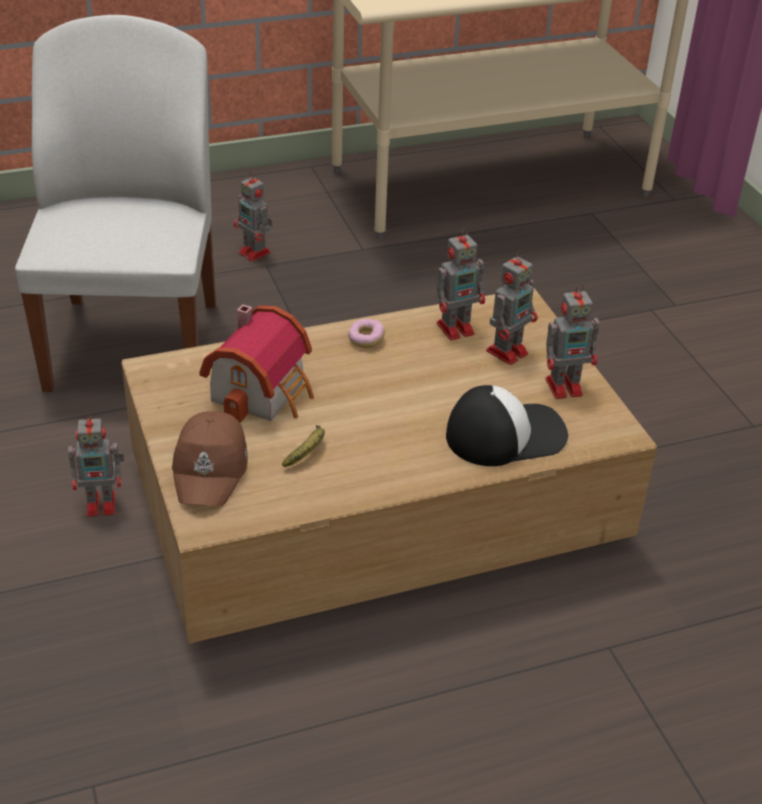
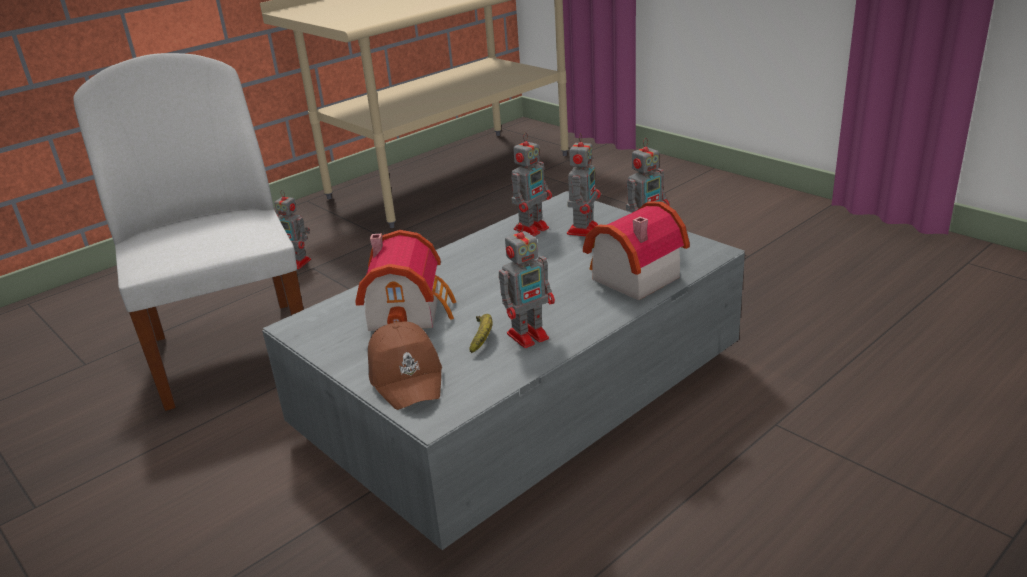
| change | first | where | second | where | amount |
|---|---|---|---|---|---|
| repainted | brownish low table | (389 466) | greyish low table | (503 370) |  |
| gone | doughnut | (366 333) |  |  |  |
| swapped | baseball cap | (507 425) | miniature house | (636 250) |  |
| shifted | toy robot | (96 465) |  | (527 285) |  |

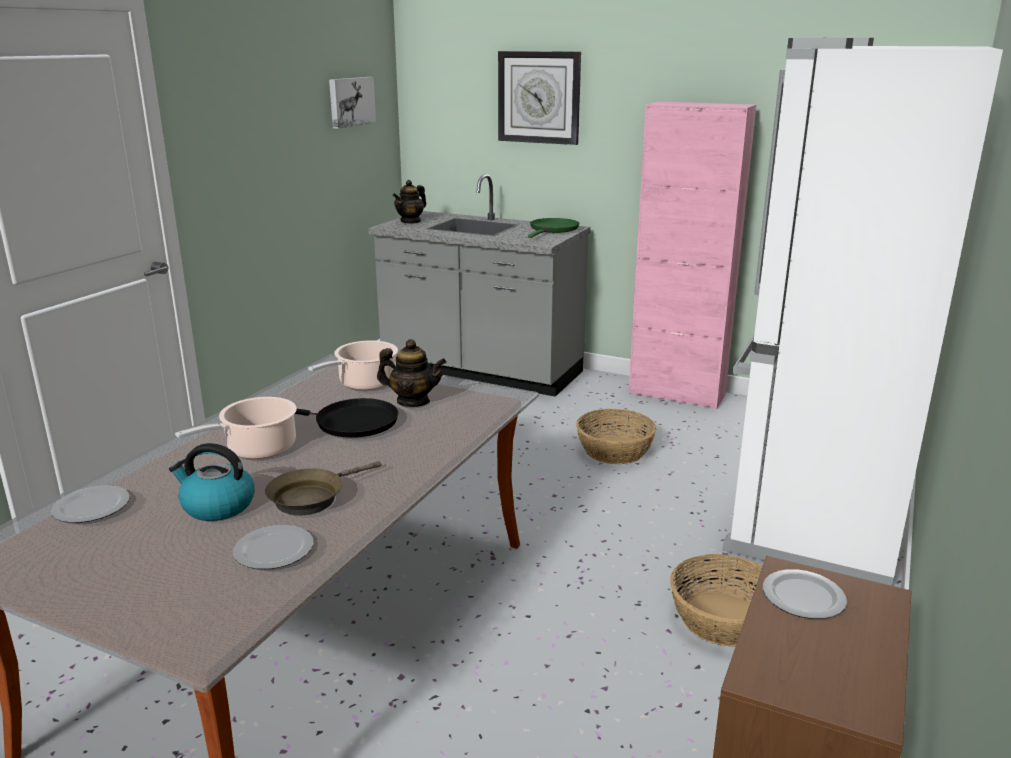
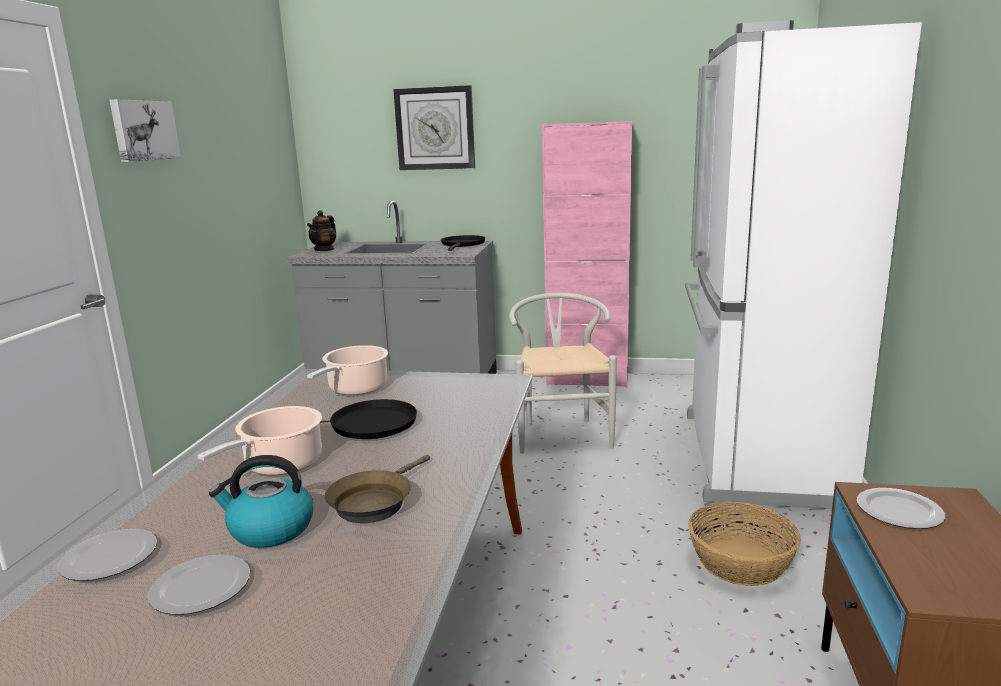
| change | first | where | second | where | amount |
|---|---|---|---|---|---|
| shifted | picture | (352 103) |  | (145 130) |  |
| repainted | greenish frying pan | (554 228) | black-coloured frying pan | (463 243) |  |
| gone | teapot | (411 373) |  |  |  |
| swapped | basket | (616 436) | white chair | (563 373) |  |
| shifted | plate | (273 547) |  | (199 585) |  |

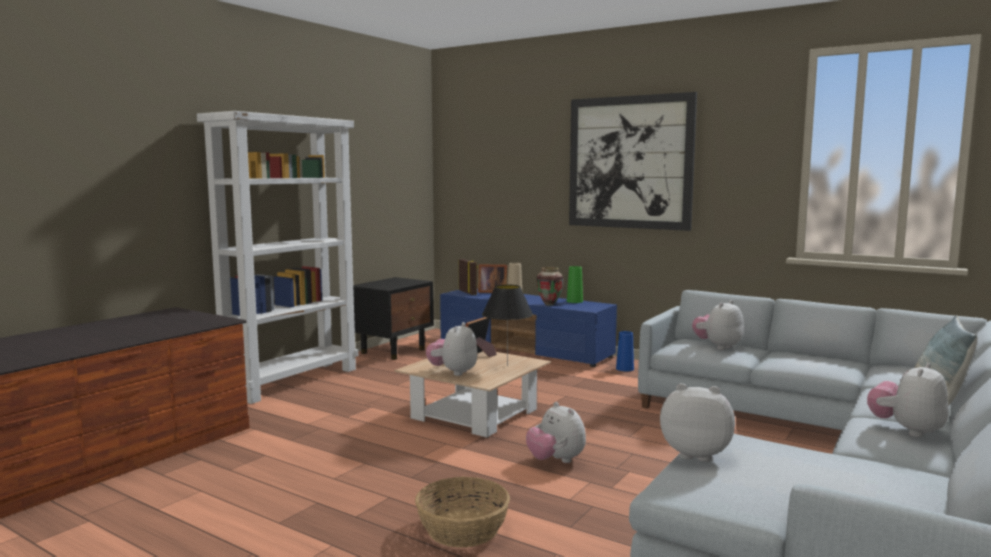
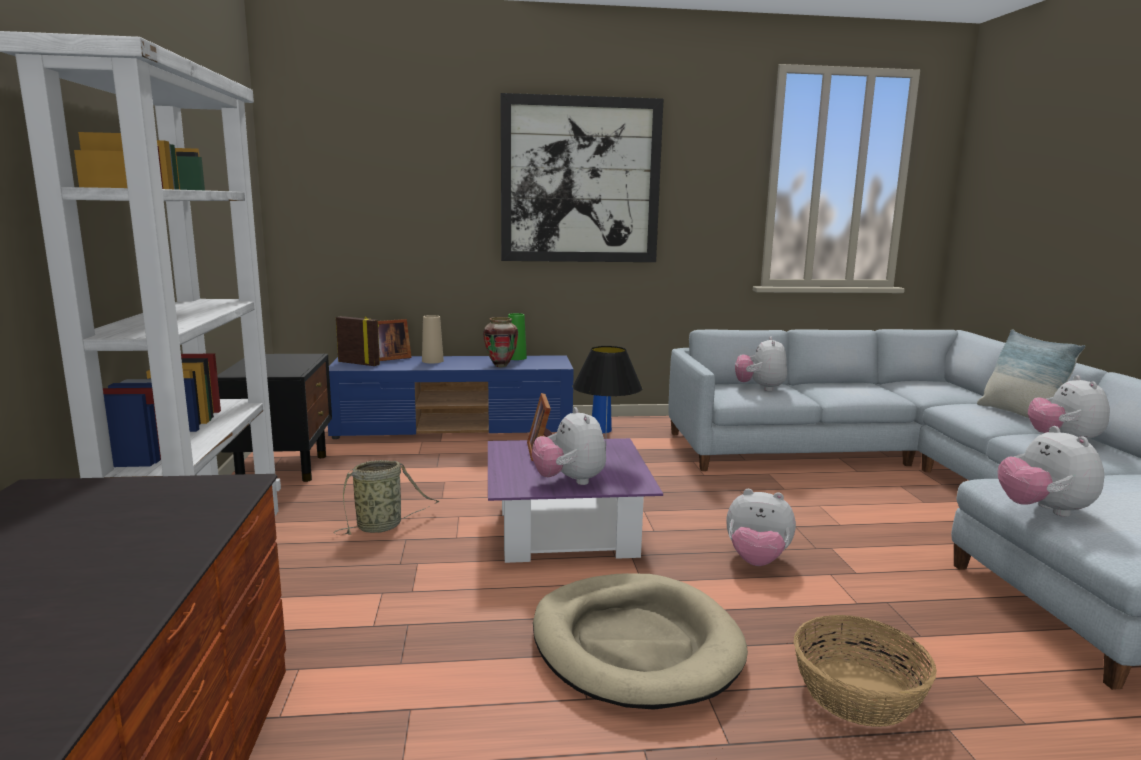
| change | first | where | second | where | amount |
|---|---|---|---|---|---|
| repainted | sand-coloured low table | (472 394) | purple low table | (575 500) |  |
| rotated | plush toy | (697 422) |  | (1051 471) | 75 degrees counterclockwise |
| new |  |  | basket | (386 497) |  |
| new |  |  | sand-coloured pet bed | (640 641) |  |

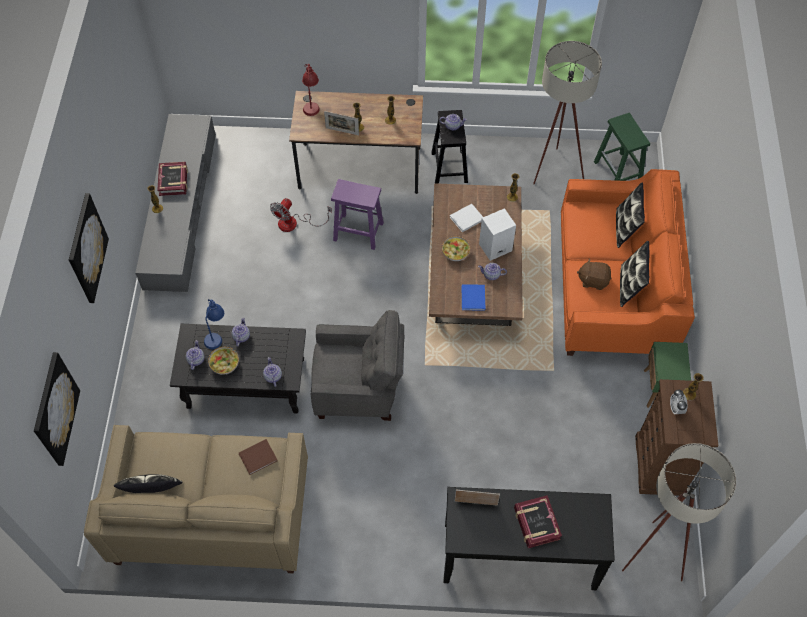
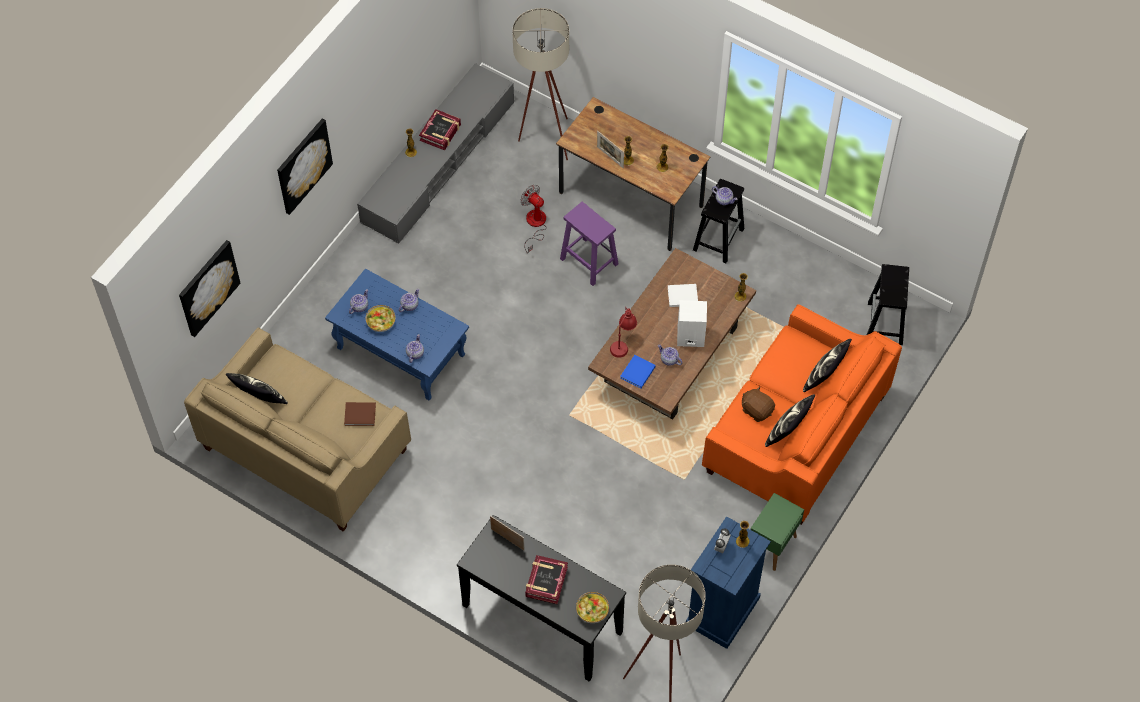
| change | first | where | second | where | amount |
|---|---|---|---|---|---|
| shifted | sand-coloured standing lamp | (567 112) |  | (540 84) |  |
| shifted | red lamp for a table | (311 90) |  | (623 333) |  |
| repainted | greenish stool seat | (622 147) | black-coloured stool seat | (888 304) |  |
| rotated | electric fan | (301 215) |  | (533 219) | 75 degrees clockwise |
| shifted | bowl | (456 248) |  | (592 607) |  |
| gone | bluish lamp for a table | (214 324) |  |  |  |
| gone | greyish armchair | (357 365) |  |  |  |
| repainted | black-coloured low table | (238 368) | bluish low table | (397 334) |  |
| repainted | brownish drawer chest | (676 437) | bluish drawer chest | (728 582) |  |

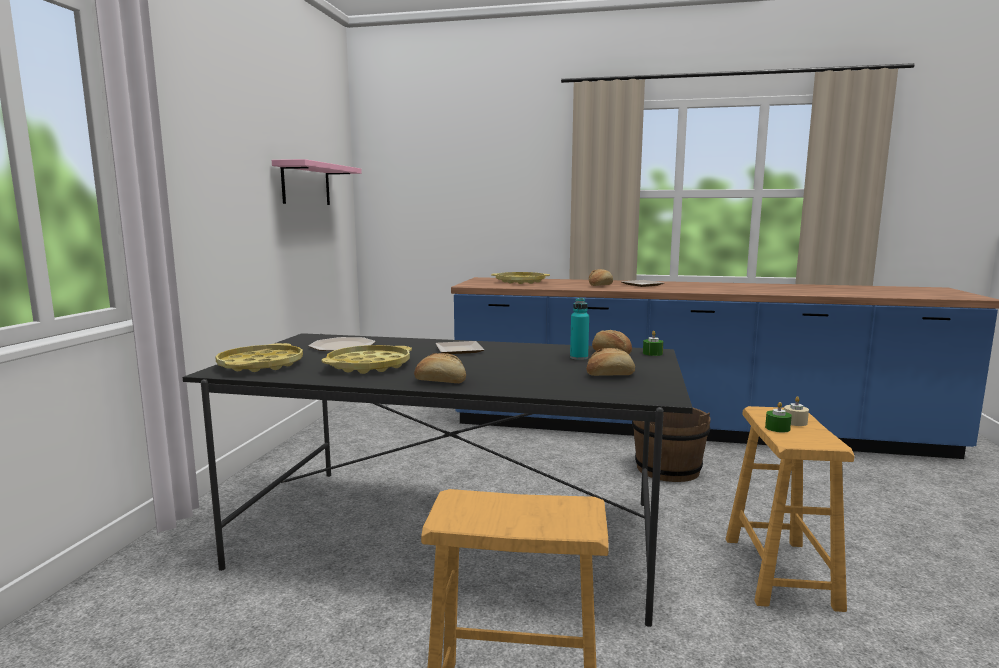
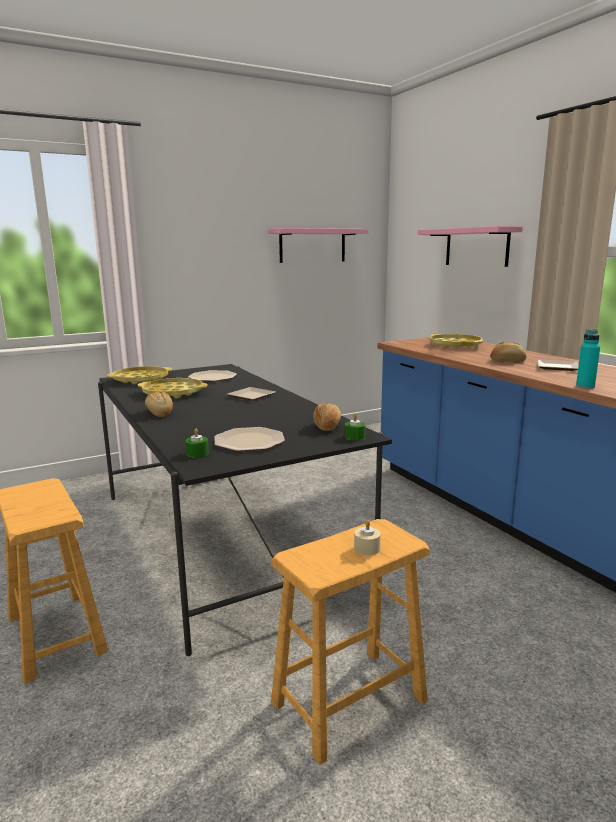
| change | first | where | second | where | amount |
|---|---|---|---|---|---|
| shifted | turquoise-coloured beverage bottle | (579 329) |  | (588 359) |  |
| swapped | bread | (610 362) | plate | (250 439) |  |
| shifted | greenish wax light | (778 417) |  | (197 443) |  |
| gone | brownish water bucket | (671 445) |  |  |  |
| new |  |  | pink shelf | (470 246) |  |

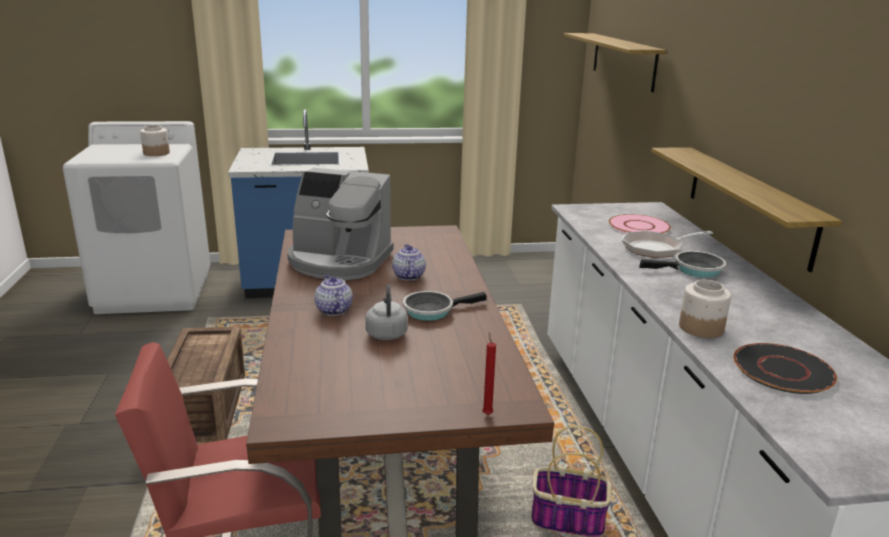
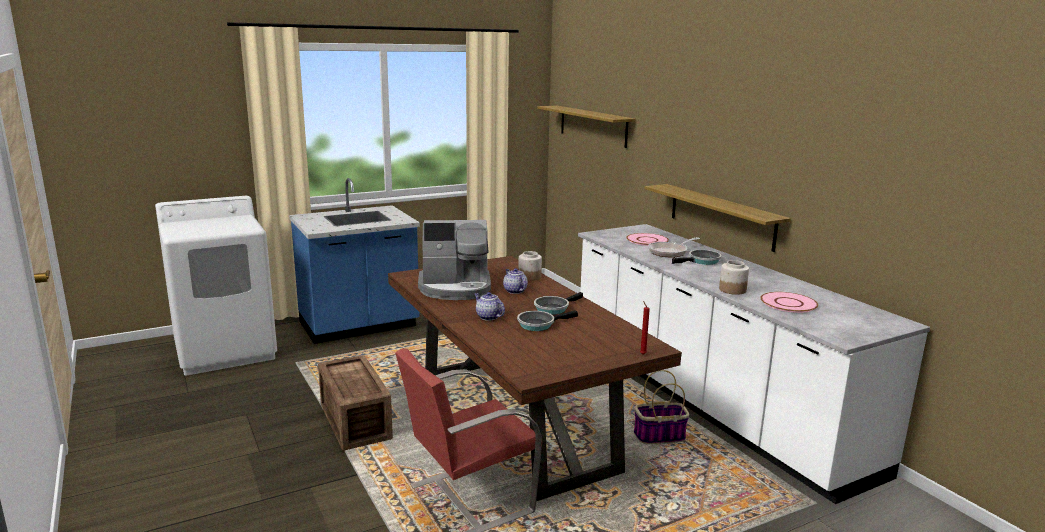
| change | first | where | second | where | amount |
|---|---|---|---|---|---|
| shifted | preserve jar | (155 140) |  | (530 266) |  |
| swapped | greyish kettle | (386 312) | frying pan | (547 320) |  |
| repainted | black-coloured plate | (785 368) | pink plate | (789 302) |  |

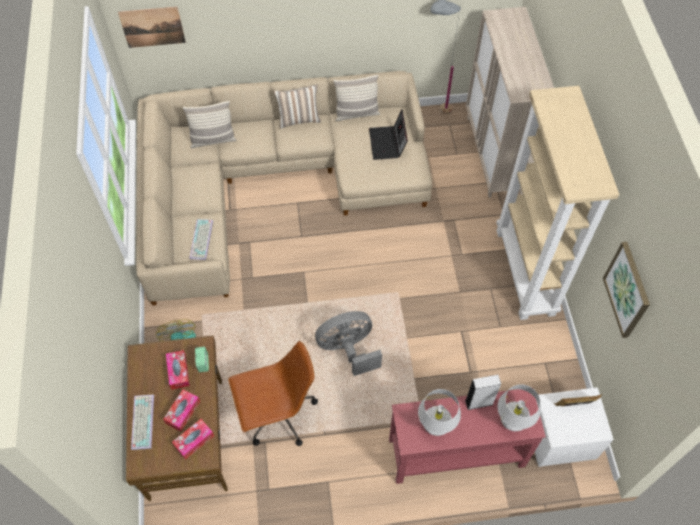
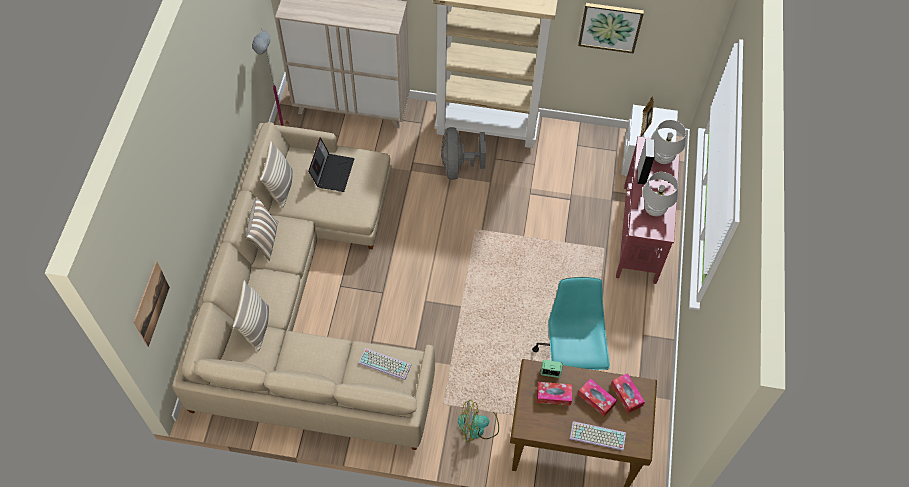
| change | first | where | second | where | amount |
|---|---|---|---|---|---|
| rotated | portable computer | (388 134) |  | (331 164) | 90 degrees counterclockwise |
| shifted | greyish electric fan | (348 343) |  | (463 153) |  |
| repainted | brownish desk chair | (273 393) | turquoise-coloured desk chair | (571 323) |  |

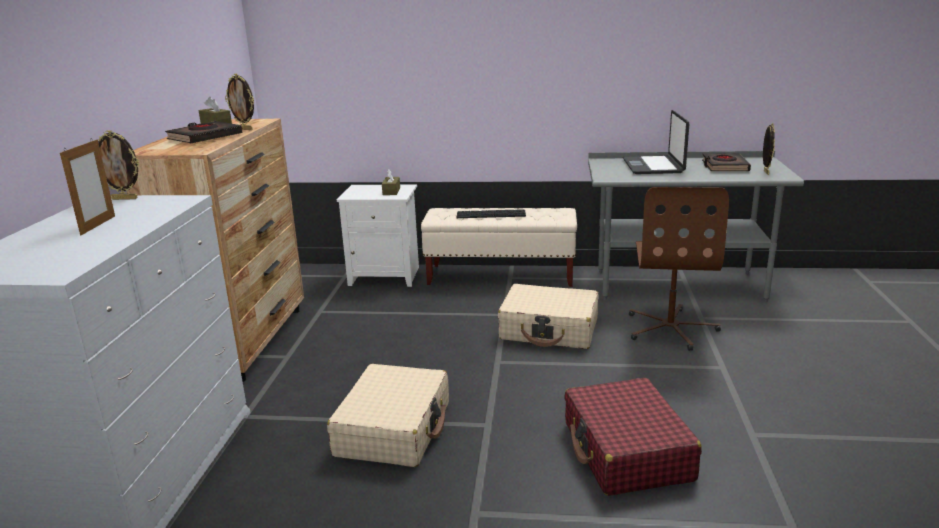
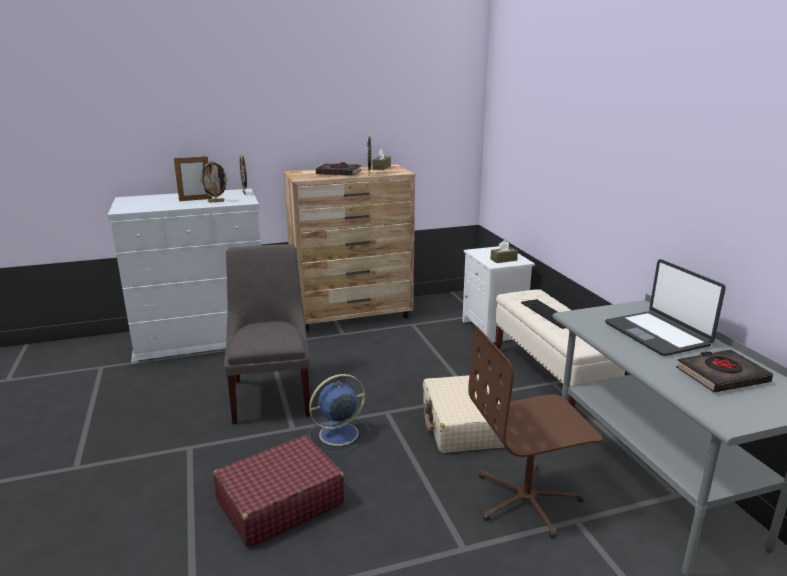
| change | first | where | second | where | amount |
|---|---|---|---|---|---|
| rotated | portable computer | (656 142) |  | (665 307) | 90 degrees counterclockwise |
| shifted | picture frame | (769 149) |  | (214 181) |  |
| swapped | sand-coloured piece of luggage | (388 415) | greyish chair | (267 334) |  |
| new |  |  | bluish electric fan | (340 414) |  |

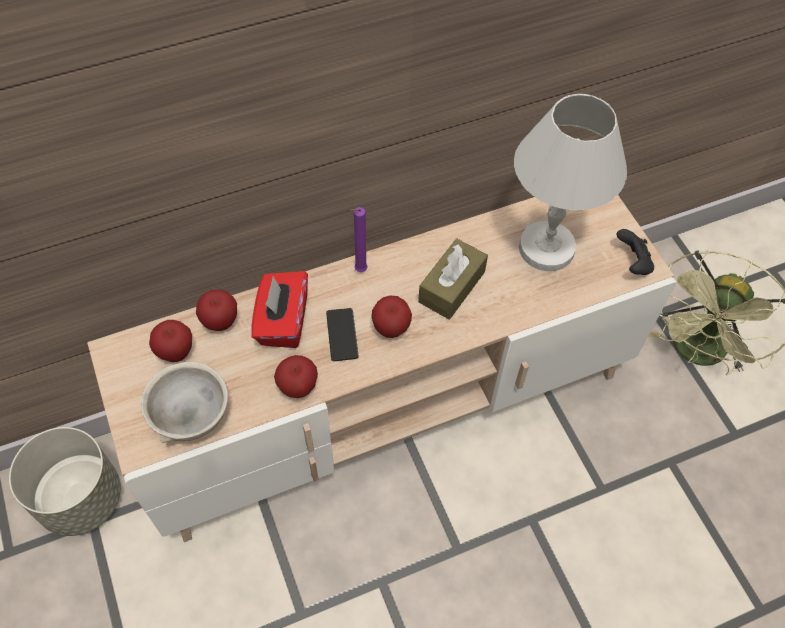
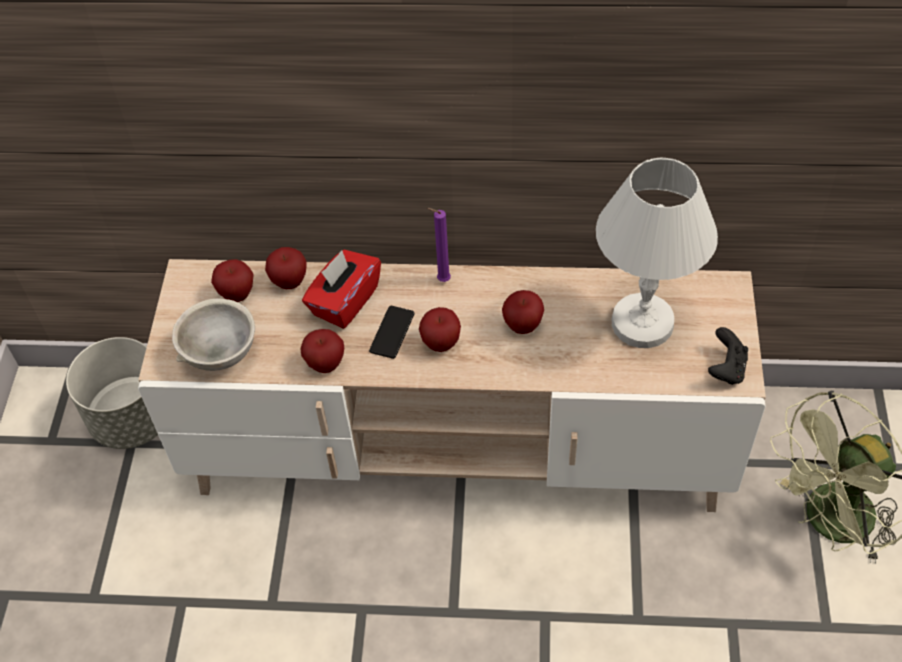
| change | first | where | second | where | amount |
|---|---|---|---|---|---|
| swapped | brownish tissue box | (453 279) | apple | (523 312) |  |

